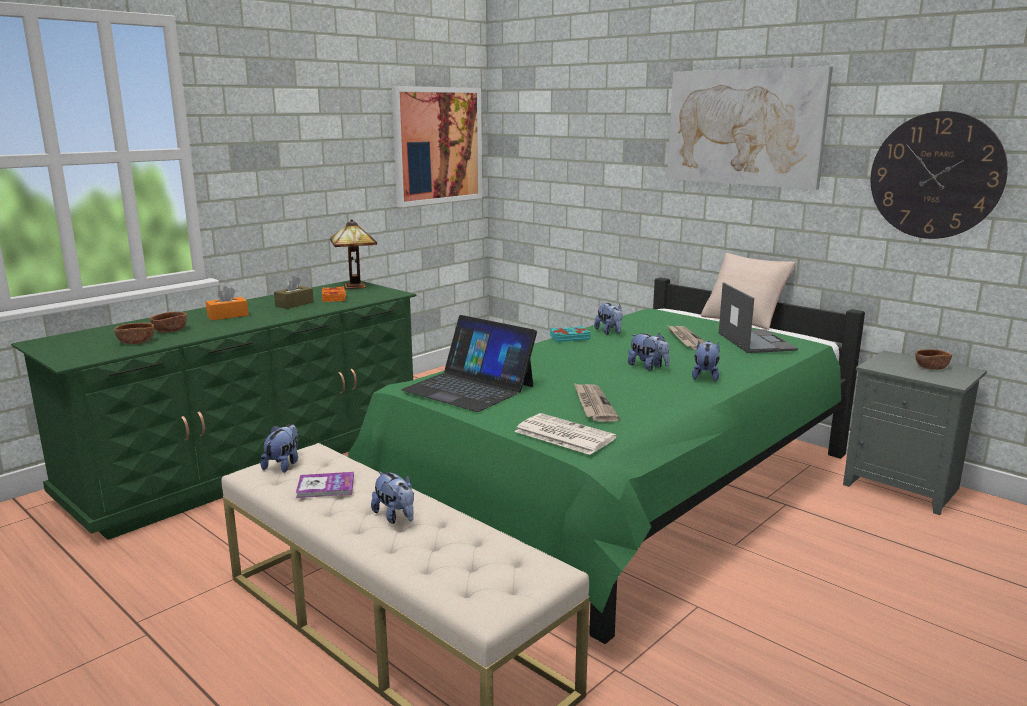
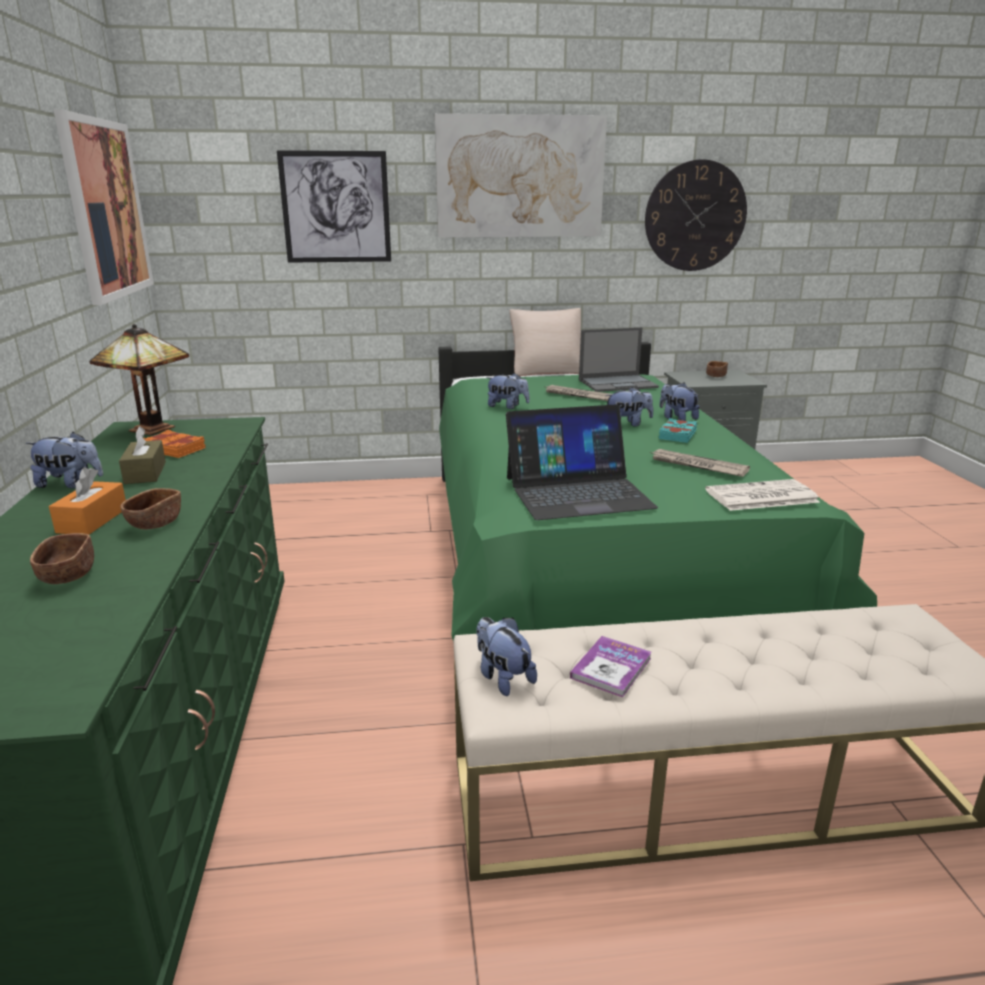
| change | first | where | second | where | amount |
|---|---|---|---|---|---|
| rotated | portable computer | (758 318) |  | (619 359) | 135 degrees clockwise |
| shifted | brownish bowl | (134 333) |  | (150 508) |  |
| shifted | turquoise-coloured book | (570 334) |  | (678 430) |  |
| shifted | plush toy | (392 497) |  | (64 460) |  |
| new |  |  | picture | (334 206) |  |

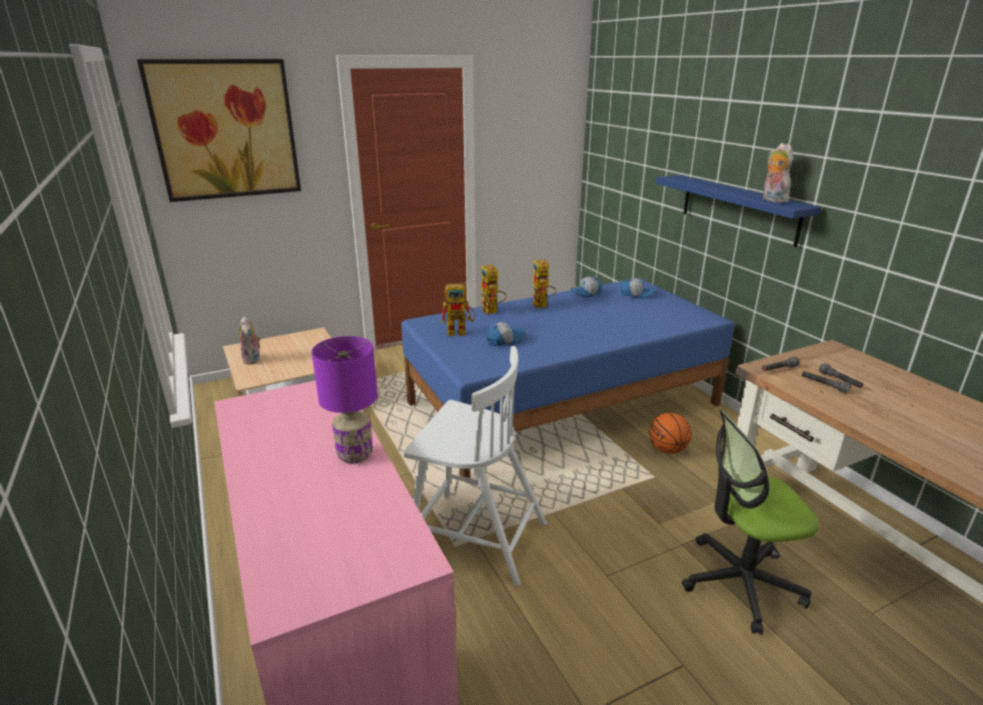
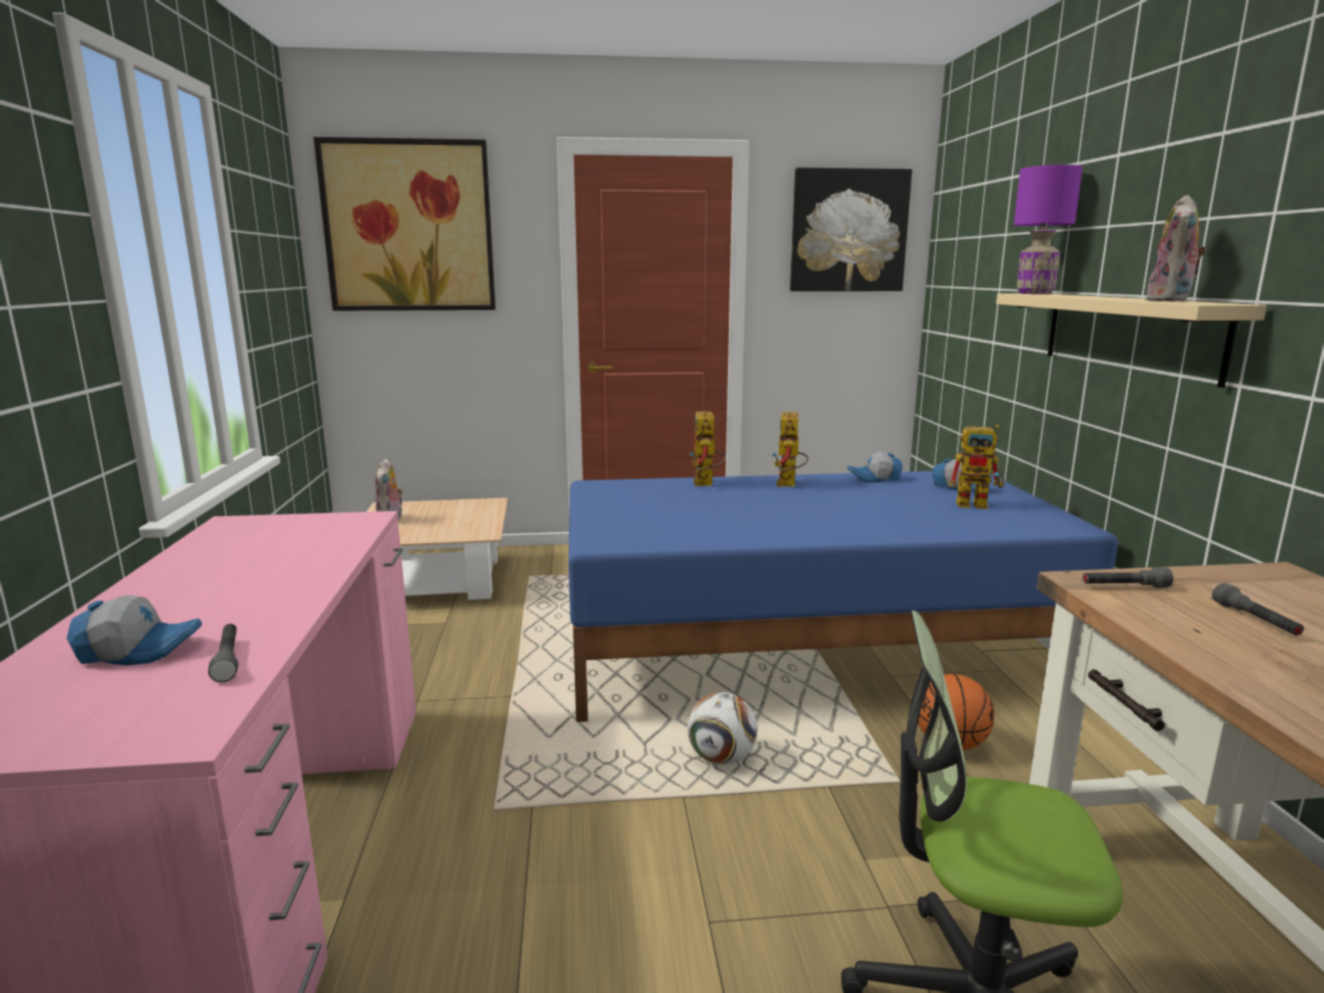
| change | first | where | second | where | amount |
|---|---|---|---|---|---|
| rotated | plush toy | (778 173) |  | (1176 248) | 150 degrees counterclockwise |
| repainted | bluish shelf | (738 211) | sand-coloured shelf | (1131 341) |  |
| shifted | toy robot | (458 309) |  | (976 467) |  |
| shifted | baseball cap | (505 334) |  | (134 630) |  |
| shifted | purple lamp for a table | (345 400) |  | (1048 229) |  |
| gone | white chair | (475 466) |  |  |  |
| shifted | greyish torch | (826 382) |  | (223 653) |  |
| new |  |  | picture | (851 229) |  |
| new |  |  | football ball | (722 728) |  |

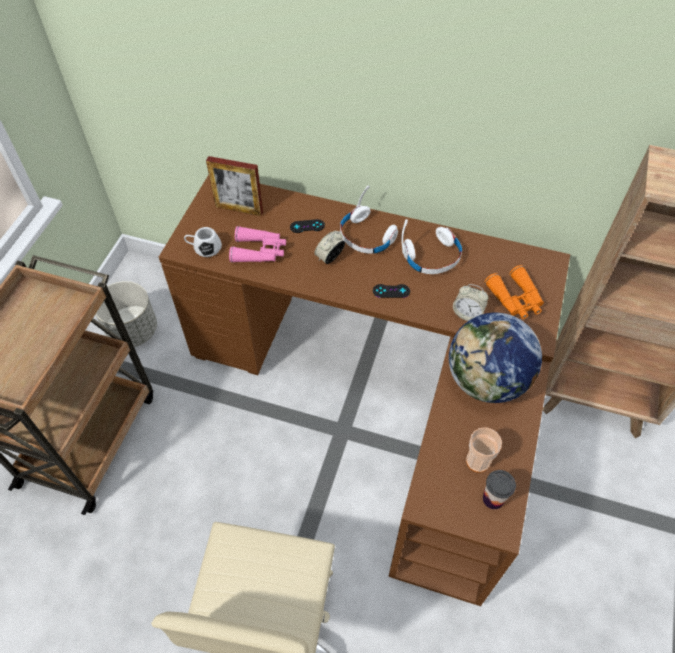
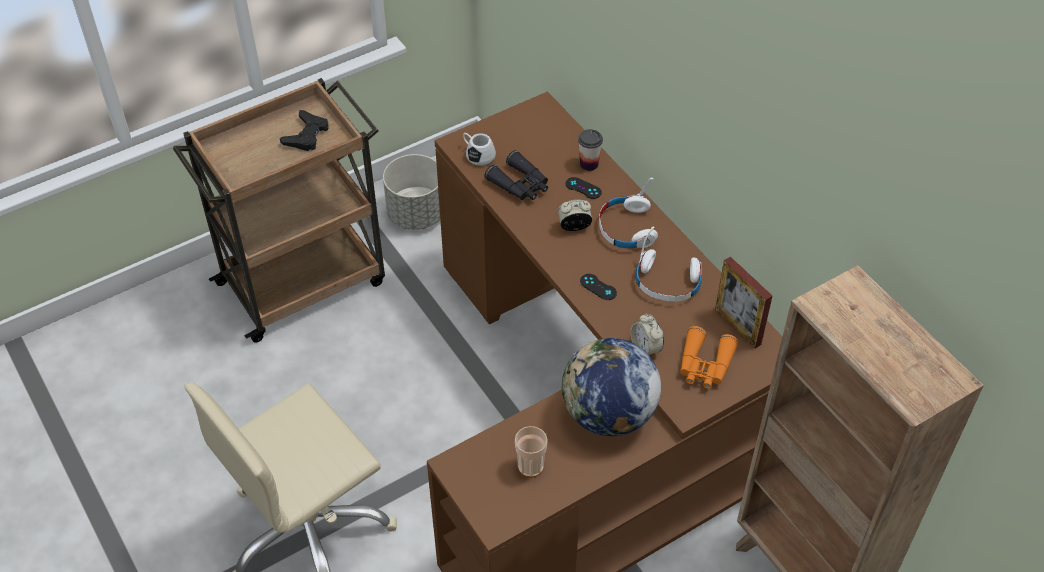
| change | first | where | second | where | amount |
|---|---|---|---|---|---|
| shifted | picture frame | (234 186) |  | (743 302) |  |
| repainted | pink pair of binoculars | (257 244) | black-coloured pair of binoculars | (516 175) |  |
| shifted | small cup | (499 489) |  | (590 150) |  |
| new |  |  | black-coloured gamepad | (304 130) |  |

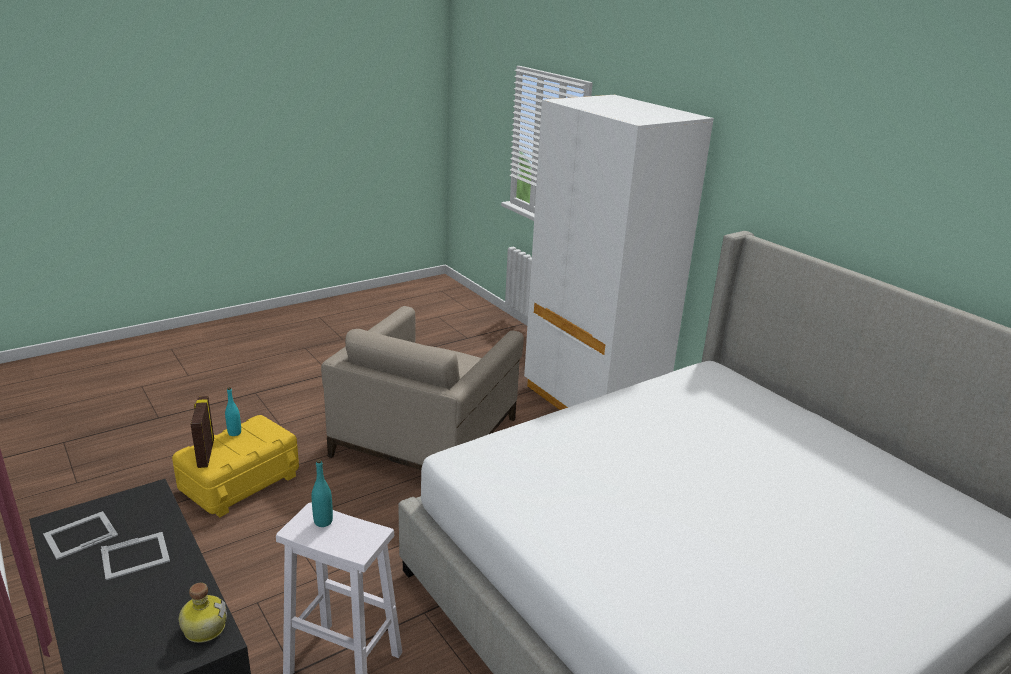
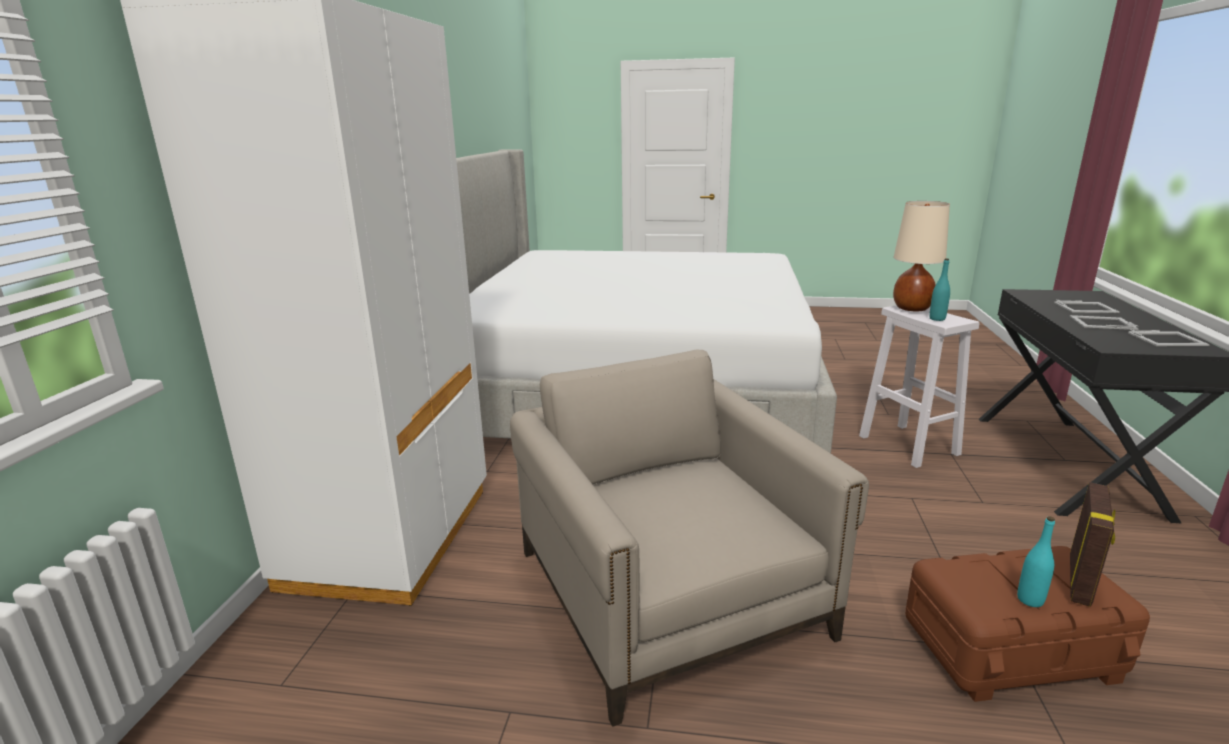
| change | first | where | second | where | amount |
|---|---|---|---|---|---|
| rotated | sand-coloured armchair | (422 388) |  | (689 538) | 90 degrees counterclockwise |
| repainted | yellow storage container | (235 466) | brownish storage container | (1027 624) |  |
| gone | beverage bottle | (203 613) |  |  |  |
| new |  |  | sand-coloured lamp for a table | (921 256) |  |
| new |  |  | picture frame | (1086 306) |  |

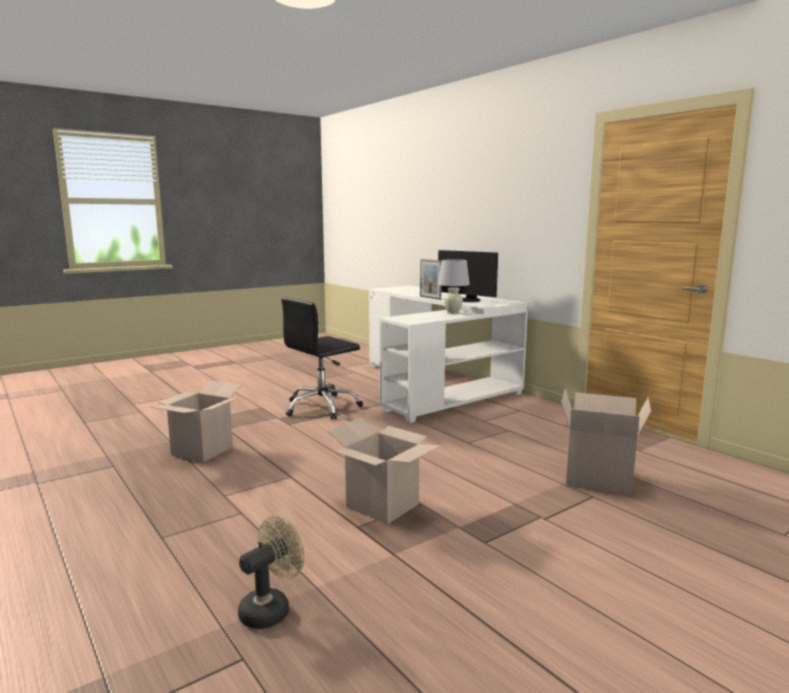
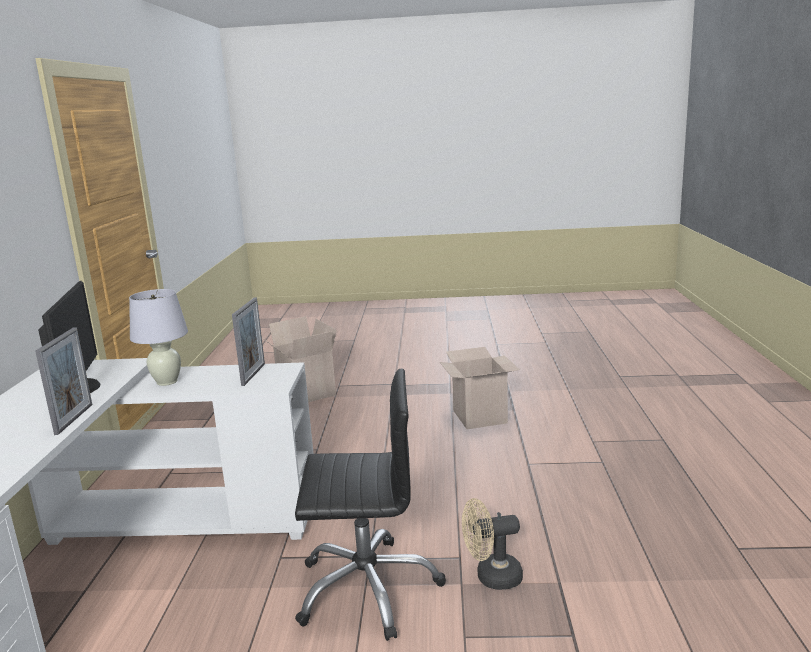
| change | first | where | second | where | amount |
|---|---|---|---|---|---|
| gone | packing box | (196 421) |  |  |  |
| shifted | sand-coloured electric fan | (271 572) |  | (492 544) |  |
| new |  |  | picture frame | (248 342) |  |

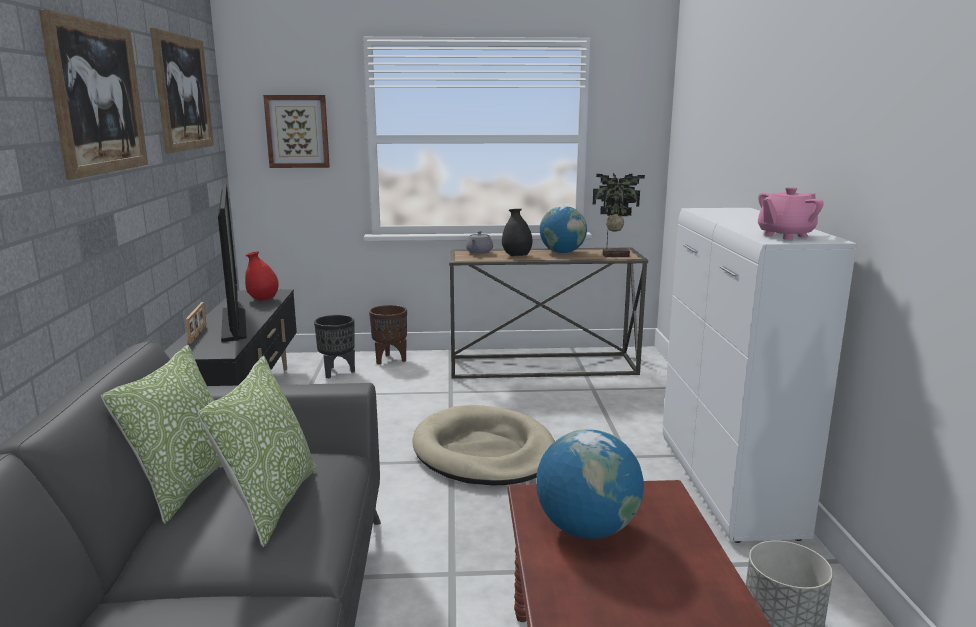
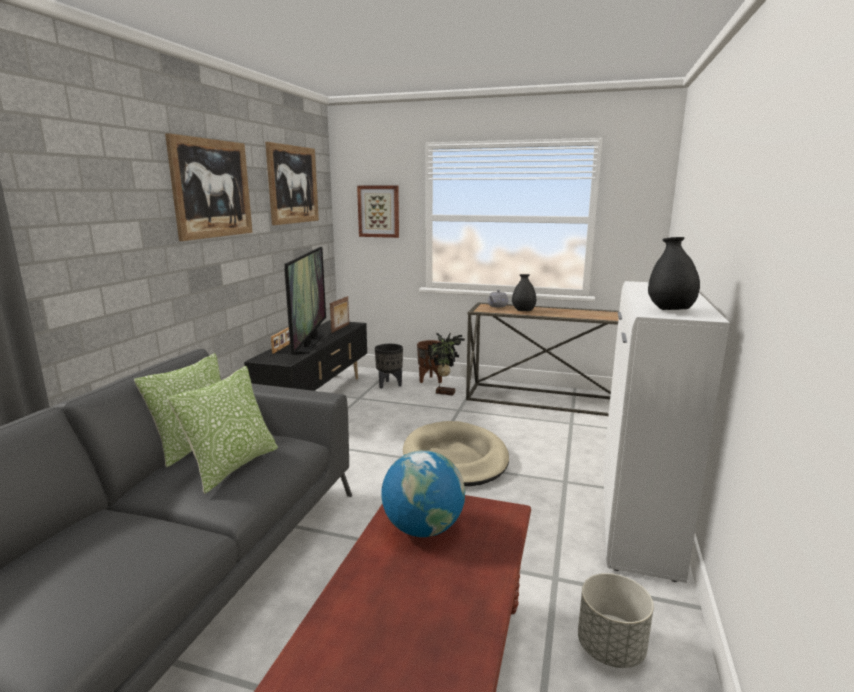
| change | first | where | second | where | amount |
|---|---|---|---|---|---|
| shifted | potted plant | (619 215) |  | (446 364) |  |
| swapped | pink teapot | (791 213) | black-coloured decorative vase | (674 273) |  |
| gone | desk globe | (563 229) |  |  |  |
| swapped | red decorative vase | (261 276) | picture frame | (339 314) |  |

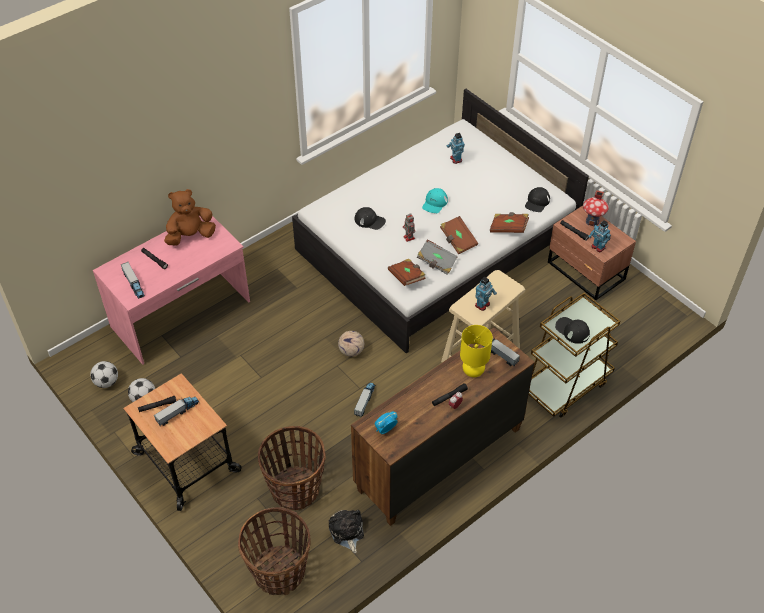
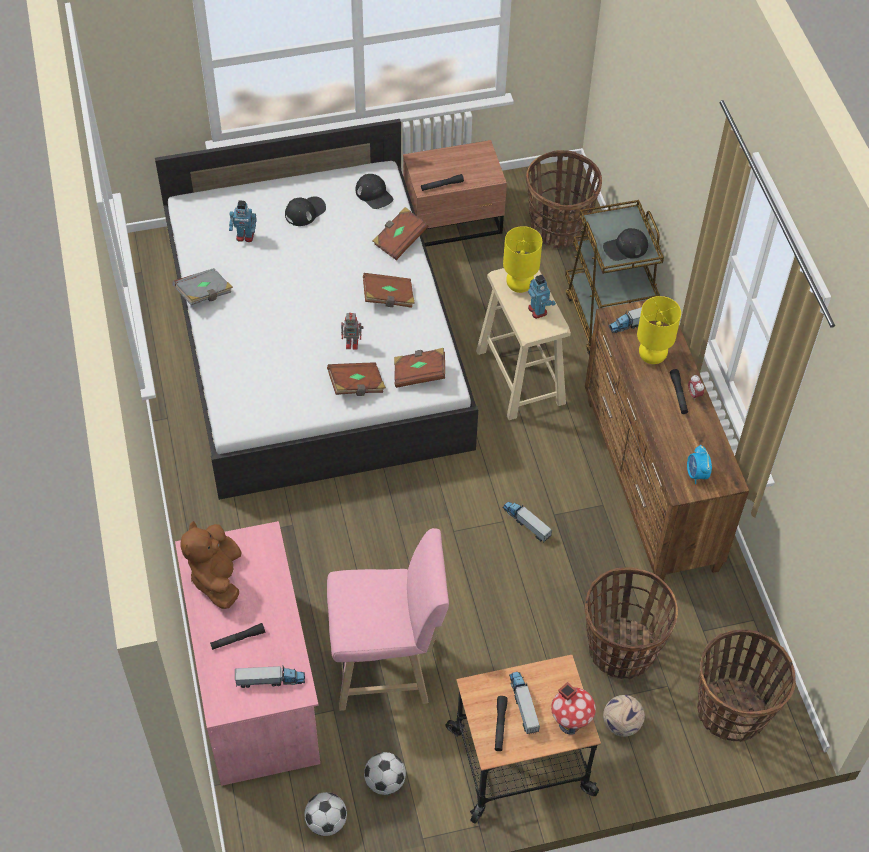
| change | first | where | second | where | amount |
|---|---|---|---|---|---|
| gone | turquoise-coloured baseball cap | (435 200) |  |  |  |
| shifted | miniature house | (596 208) |  | (573 708) |  |
| shifted | black-coloured baseball cap | (370 218) |  | (305 211) |  |
| gone | toy robot | (599 236) |  |  |  |
| shifted | greyish book | (437 257) |  | (203 286) |  |
| shifted | football ball | (351 344) |  | (624 716) |  |
| gone | plush toy | (346 531) |  |  |  |
| new |  |  | basket | (564 199) |  |
| new |  |  | yellow lamp for a table | (522 259) |  |
| new |  |  | brownish book | (356 379) |  |
| new |  |  | pink stool seat | (388 619) |  |

